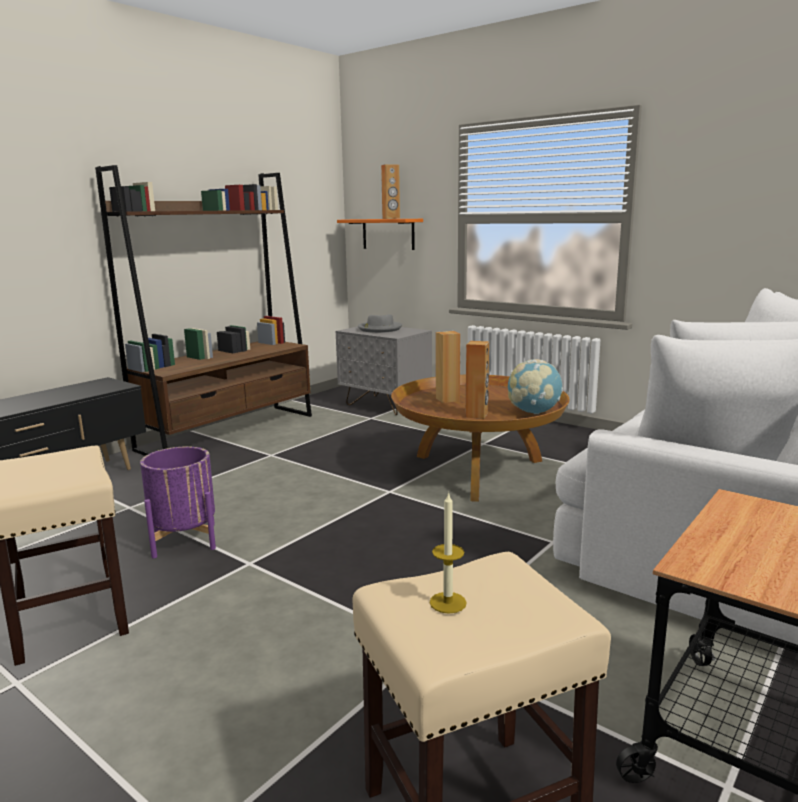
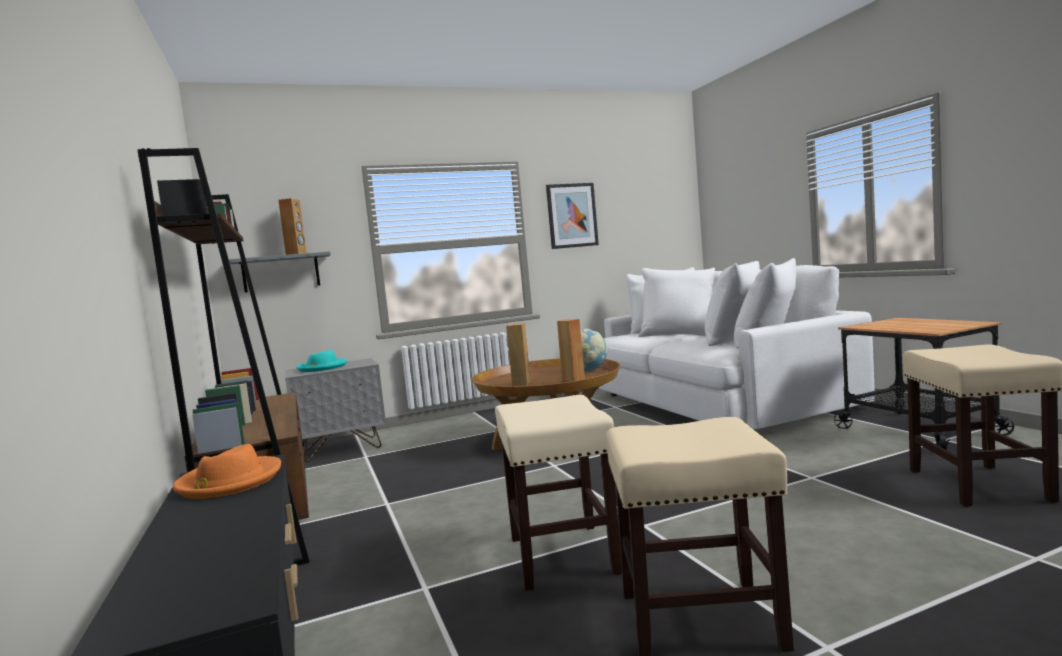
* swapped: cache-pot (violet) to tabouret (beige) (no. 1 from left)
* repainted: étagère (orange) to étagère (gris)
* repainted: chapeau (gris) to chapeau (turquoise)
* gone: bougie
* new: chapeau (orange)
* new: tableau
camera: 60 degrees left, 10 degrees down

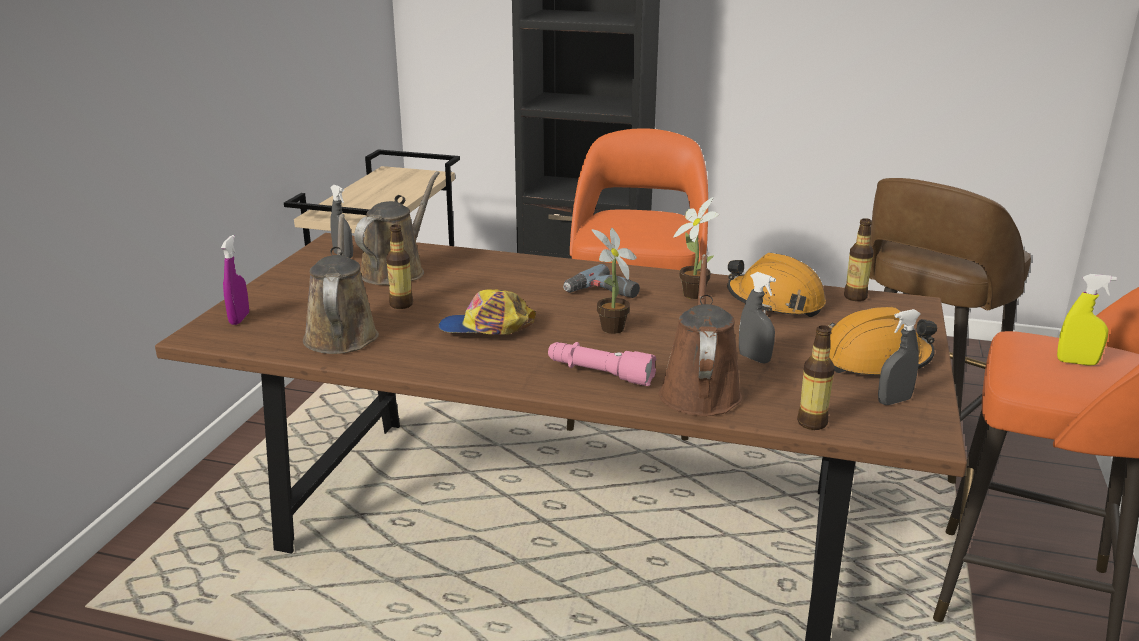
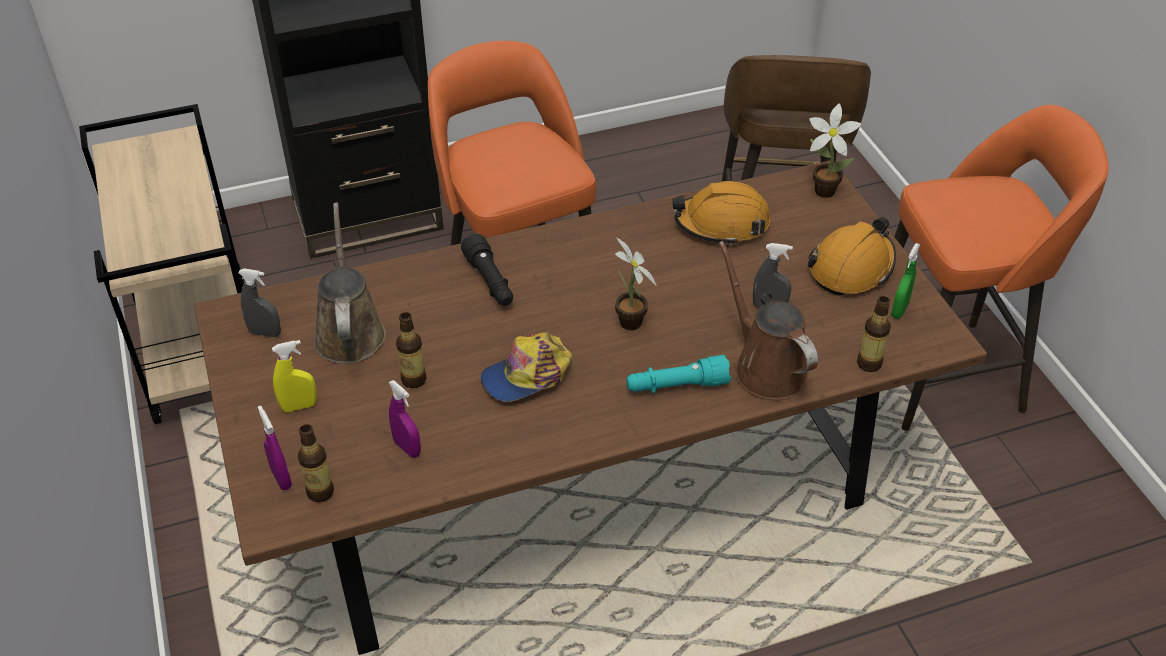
* swapped: arrosoir (marron) (no. 1 from left) to vaporisateur (violet) (no. 2 from left)
* repainted: lampe de poche (rose) to lampe de poche (turquoise)
* gone: perceuse
* shifted: plante en pot (no. 2 from left)
* shifted: bouteille (no. 3 from left in the first image) to bouteille (no. 1 from left)
* repainted: vaporisateur (gris) (no. 3 from left) to vaporisateur (vert)
* shifted: vaporisateur (jaune)
* new: lampe de poche (noir)
camera: 35 degrees left, 20 degrees up

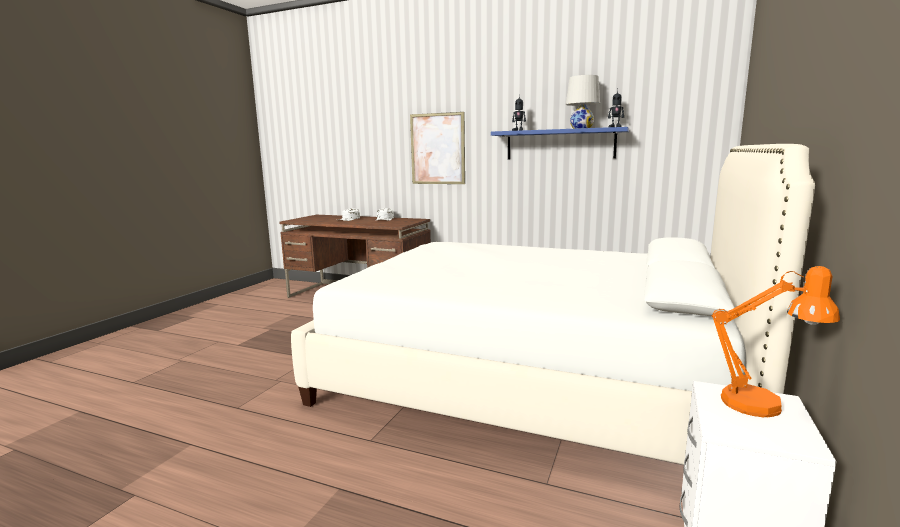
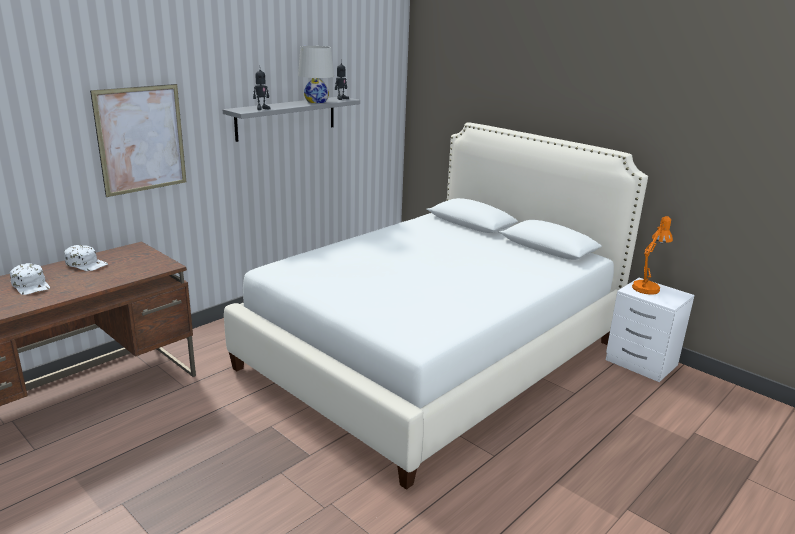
* repainted: étagère (bleu) to étagère (gris)
camera: 70 degrees left, 10 degrees up

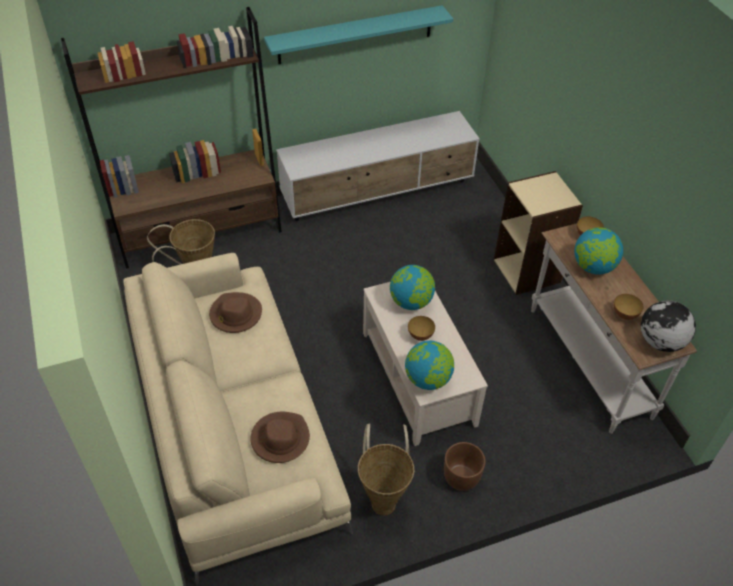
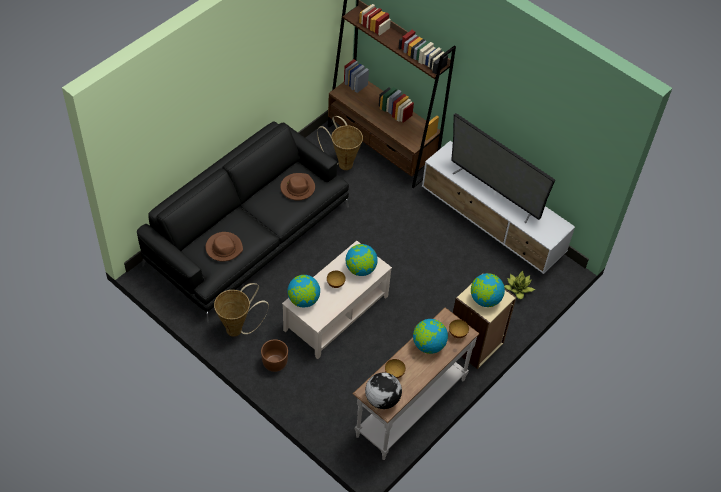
* repainted: canapé (beige) to canapé (noir)
* gone: étagère (turquoise)
* new: téléviseur
* new: globe (no. 5 from left)
* new: plante en pot
camera: 60 degrees right, 5 degrees up

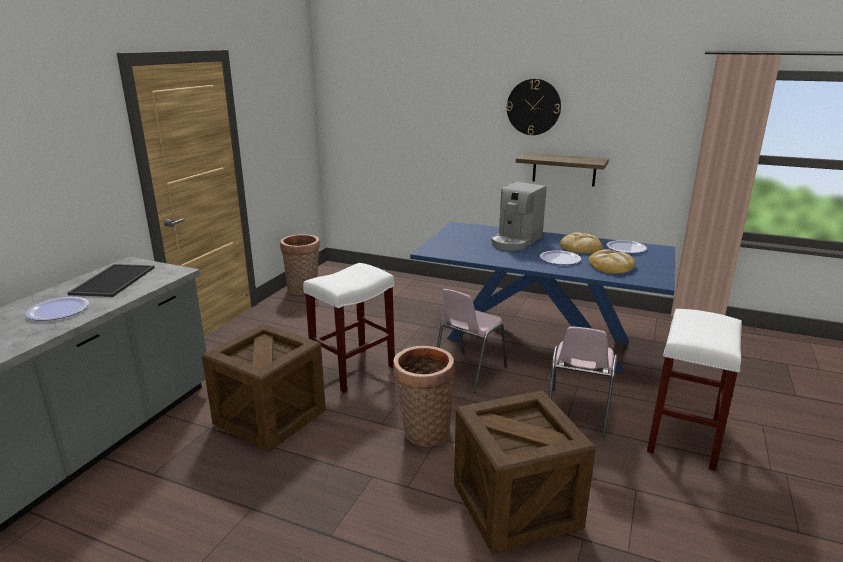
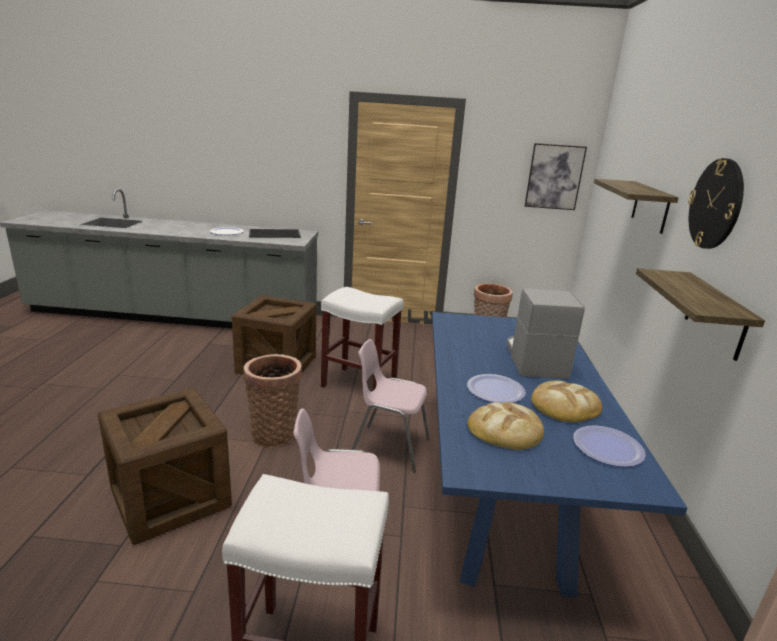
* rotated: machine à café 75 degrees clockwise
* new: tableau
* new: étagère (no. 1 from left)
camera: 70 degrees right, 0 degrees up

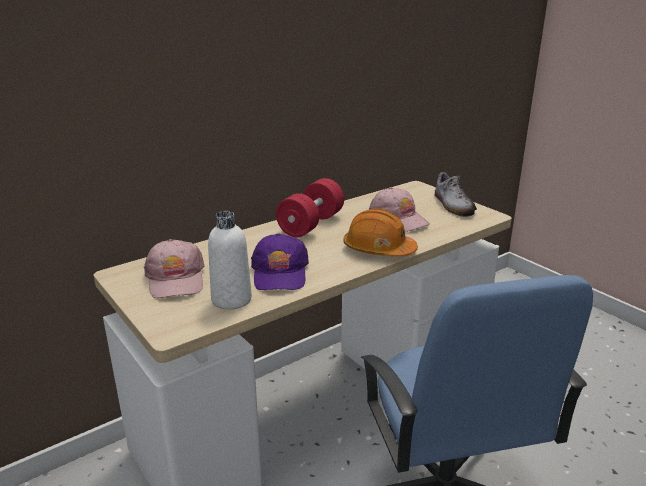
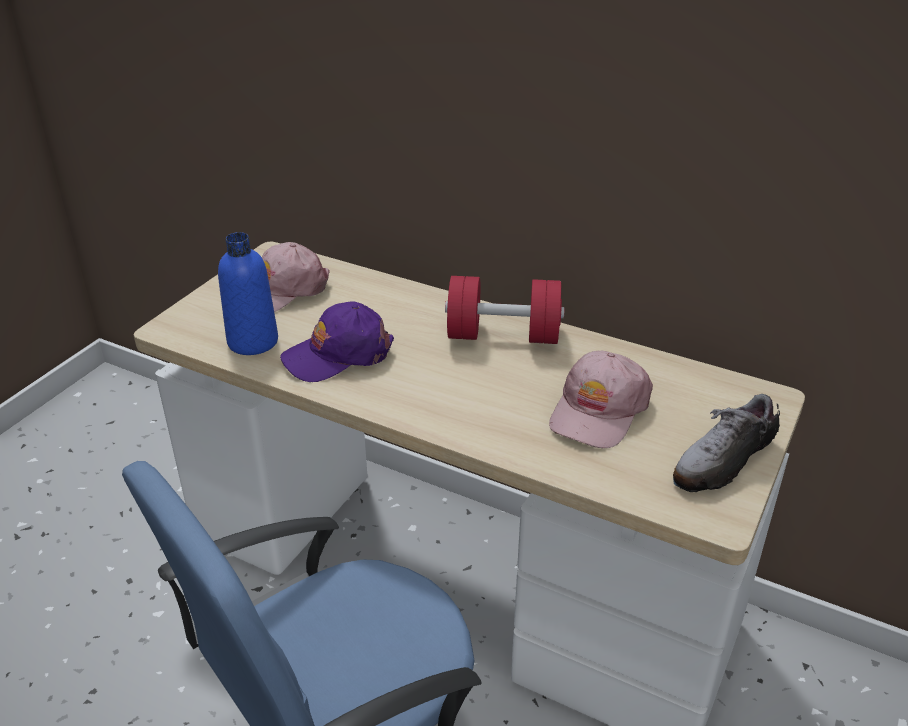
* repainted: bouteille (blanc) to bouteille (bleu)
* gone: casque de chantier (orange)
camera: 65 degrees right, 10 degrees up

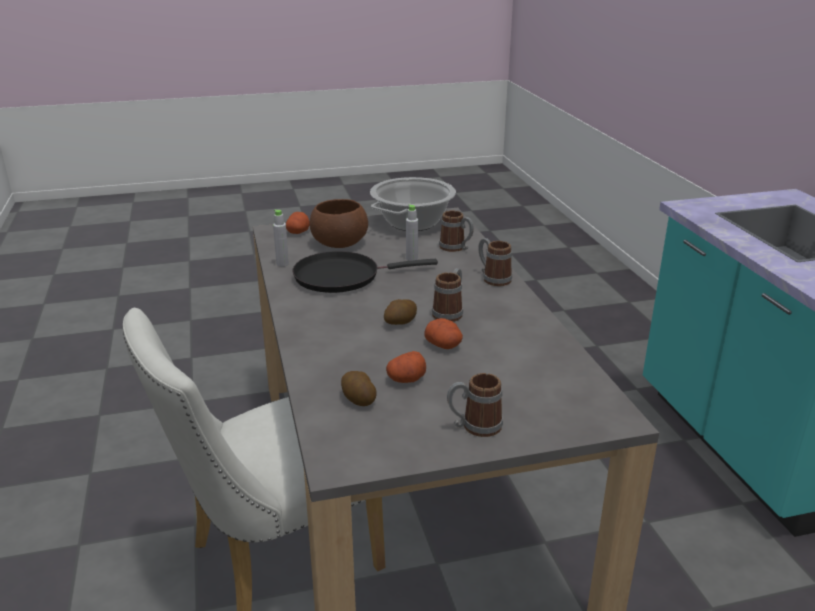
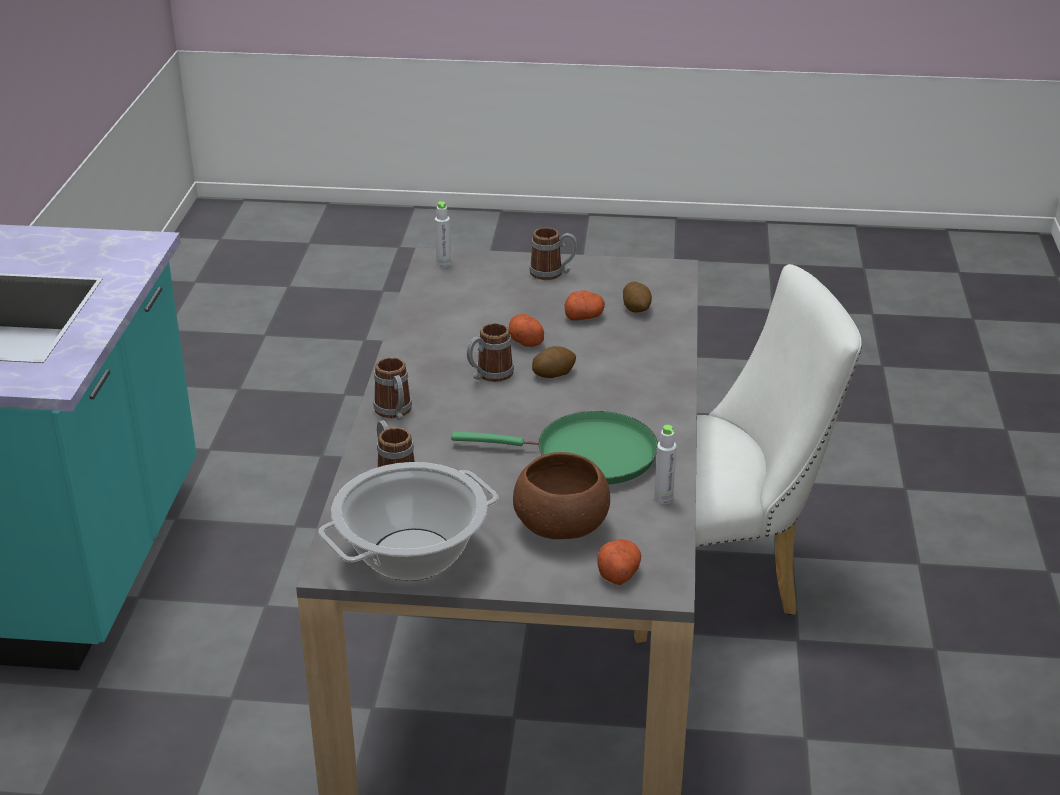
* repainted: poêle (noir) to poêle (vert)
* shifted: bouteille (gris) (no. 2 from left in the first image) to bouteille (gris) (no. 1 from left)
camera: 160 degrees left, 5 degrees up

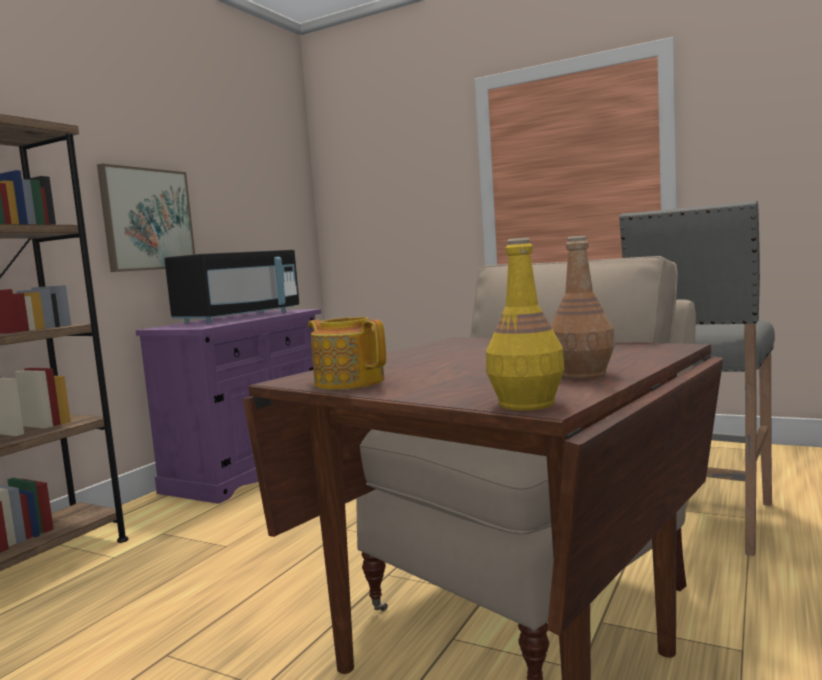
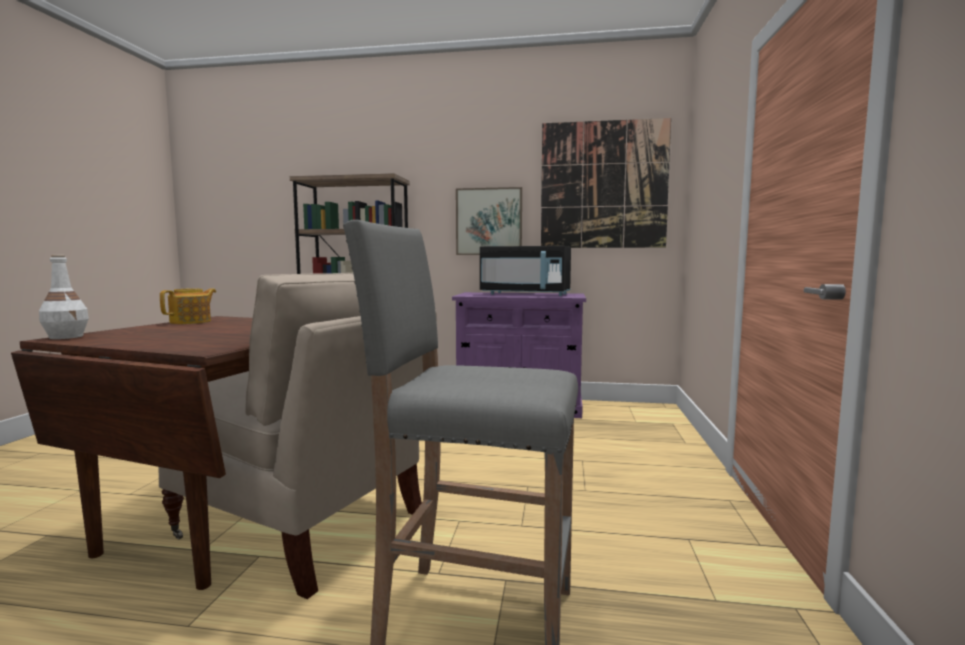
* repainted: bouteille (jaune) to bouteille (blanc)
* gone: bouteille (marron)
* new: tableau (no. 2 from left)
camera: 70 degrees right, 0 degrees up

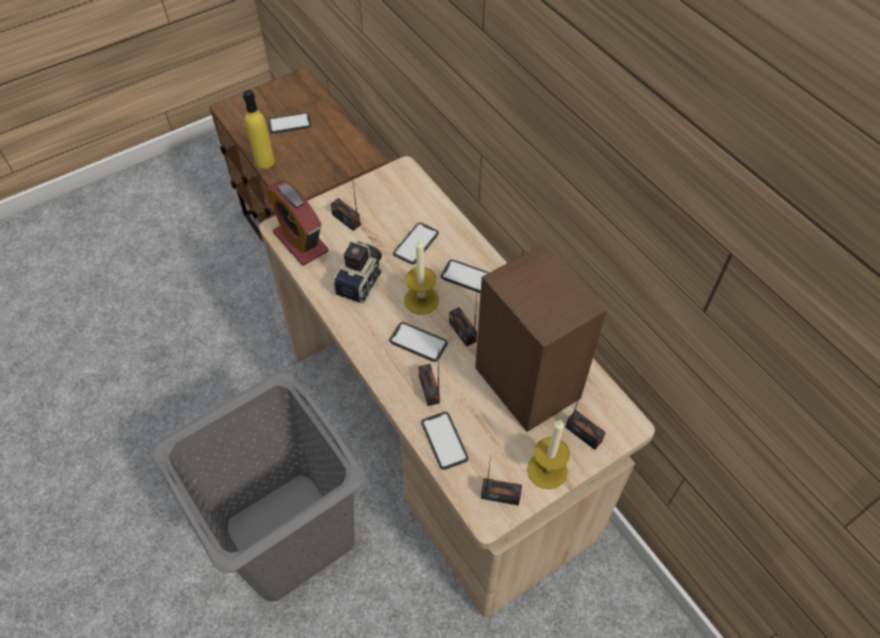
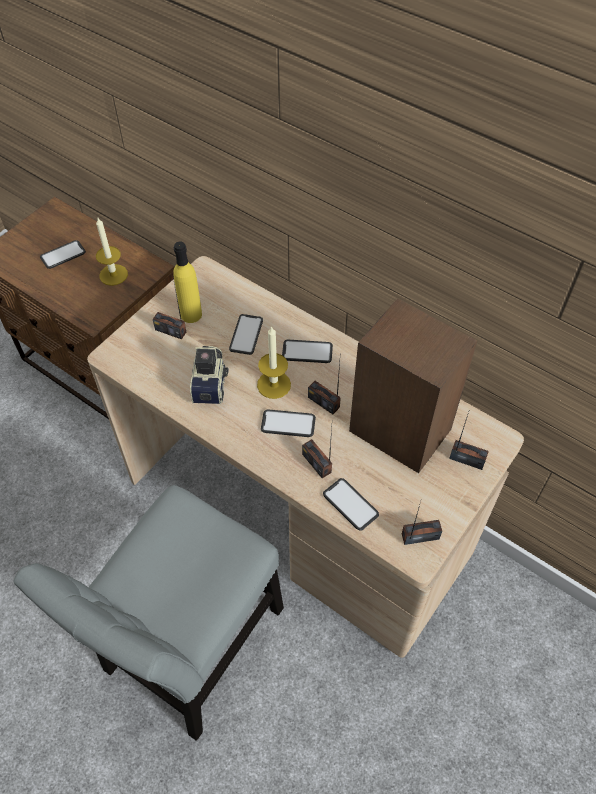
* swapped: panier à linge (gris) to chaise (gris)
* shifted: bouteille (jaune)
* gone: réveil
* shifted: bougie (no. 2 from left in the first image) to bougie (no. 1 from left)
camera: 20 degrees left, 0 degrees up

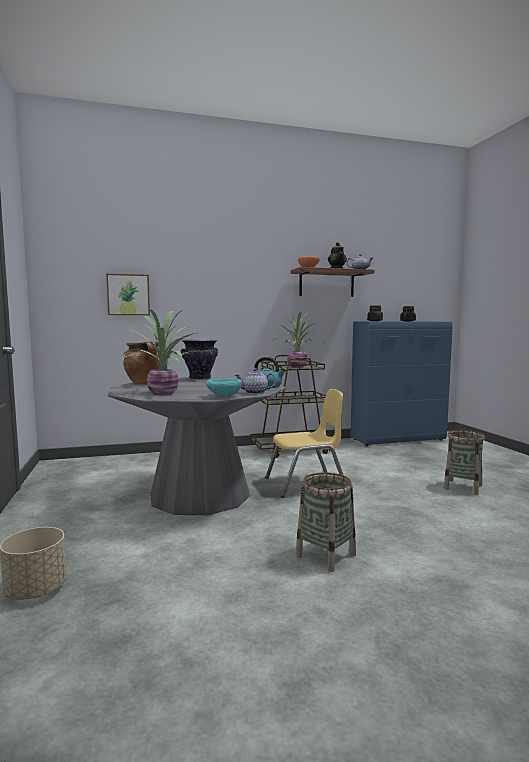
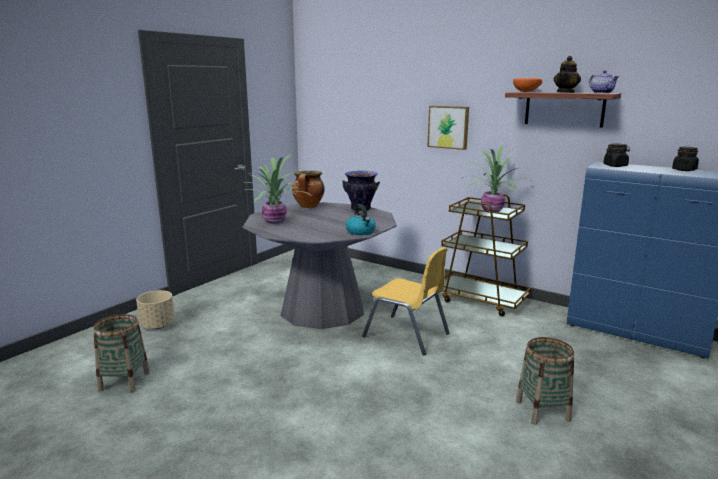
* shifted: tableau
* gone: bol (turquoise)
* gone: théière (no. 1 from left)
* shifted: panier (no. 1 from left)
camera: 50 degrees right, 10 degrees up

